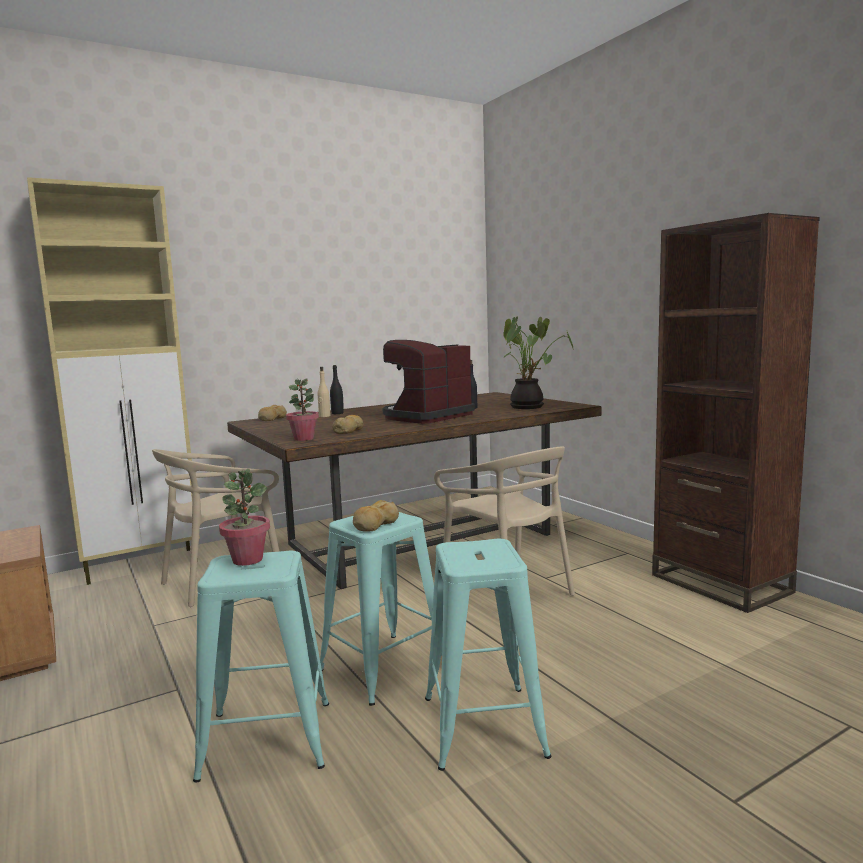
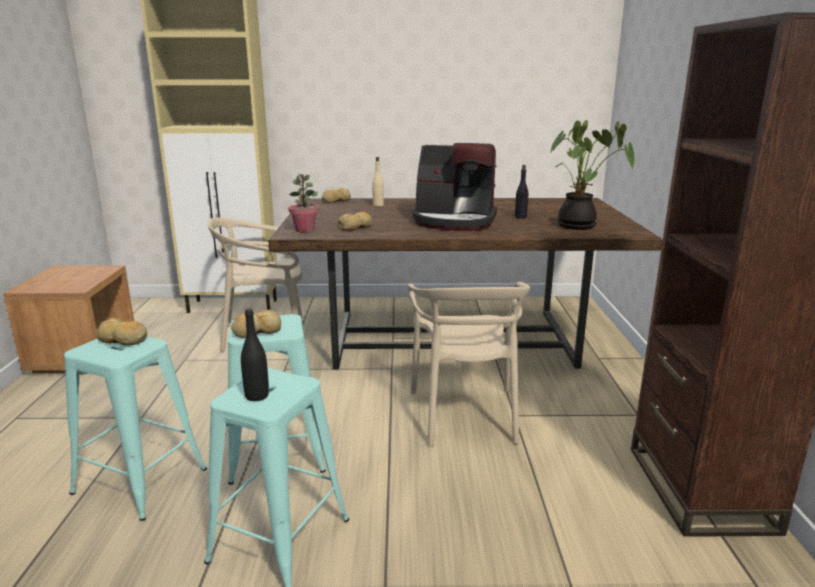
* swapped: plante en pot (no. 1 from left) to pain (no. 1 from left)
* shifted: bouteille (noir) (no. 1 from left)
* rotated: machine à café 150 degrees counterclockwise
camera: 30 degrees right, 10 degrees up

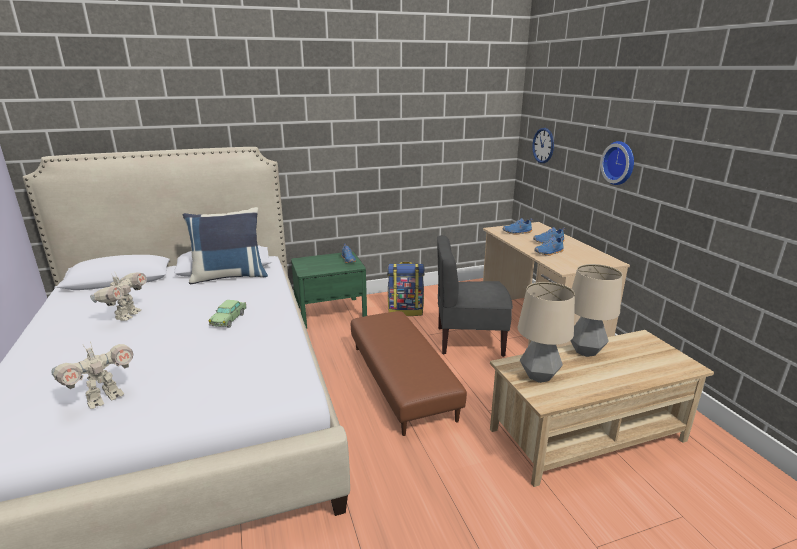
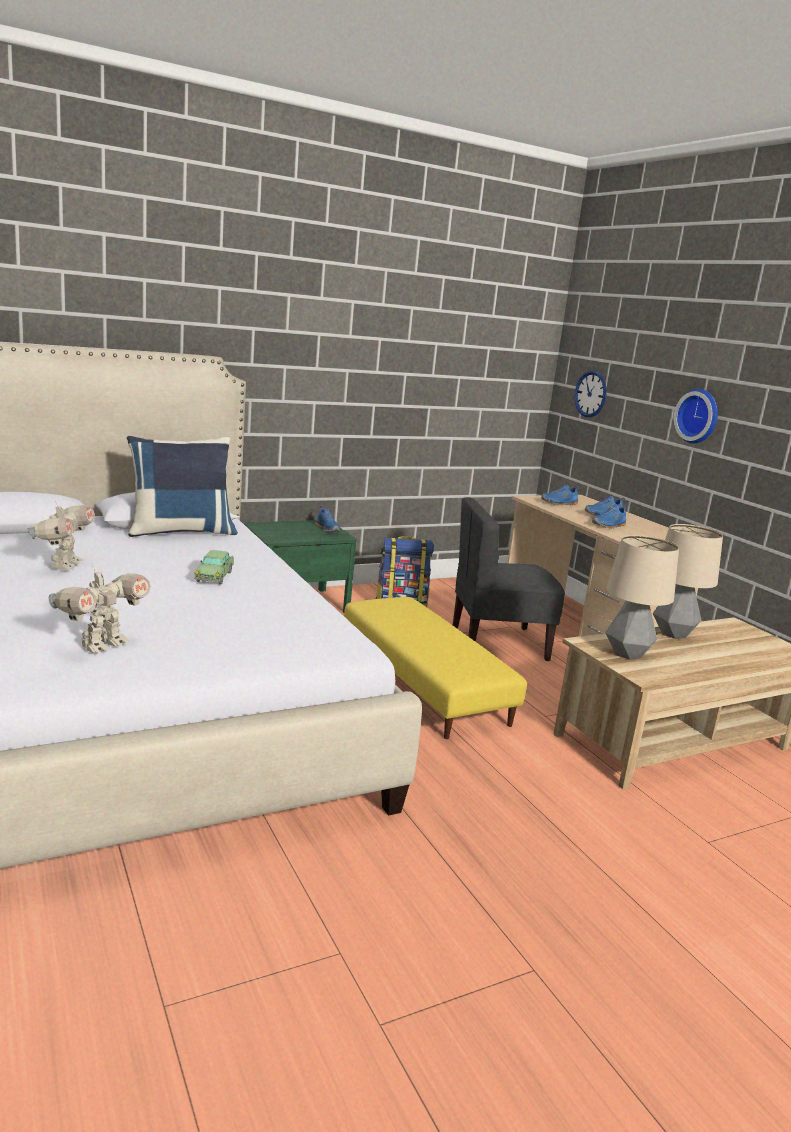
* repainted: pouf (marron) to pouf (jaune)
camera: 10 degrees left, 5 degrees down

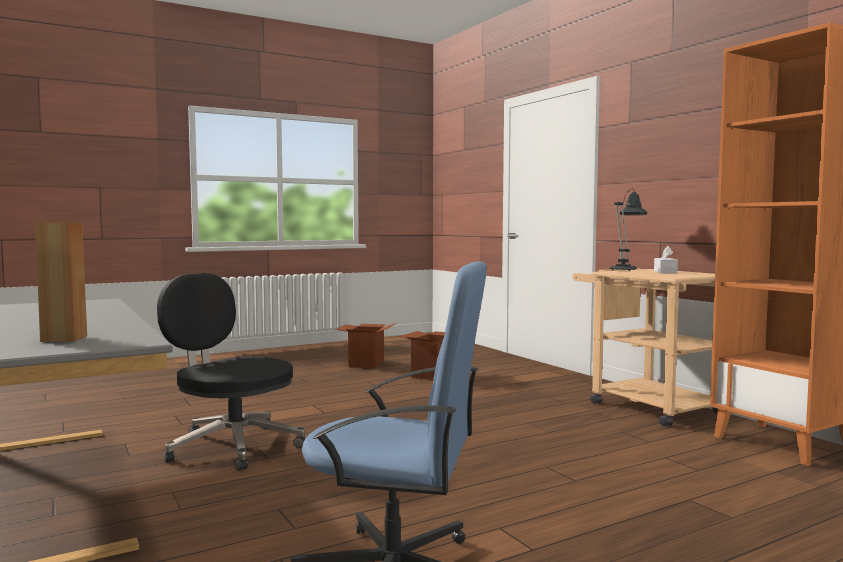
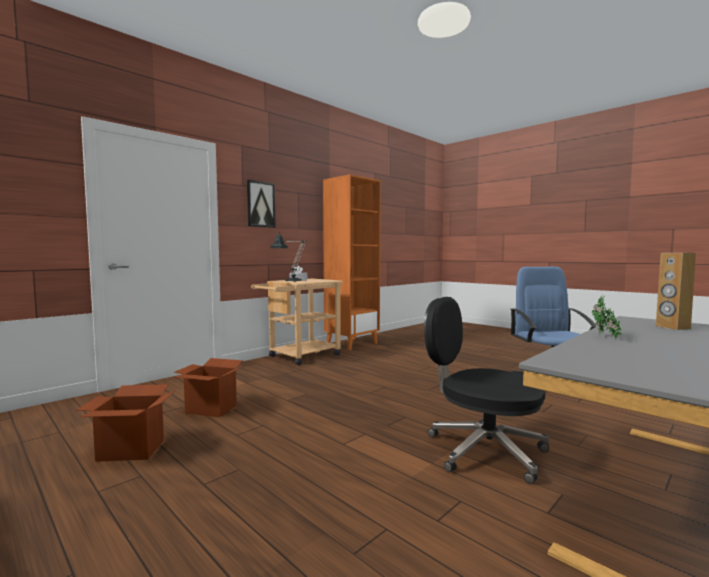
* rotated: chaise de bureau (noir) 105 degrees clockwise
* new: tableau
* new: plante en pot
camera: 105 degrees left, 0 degrees up

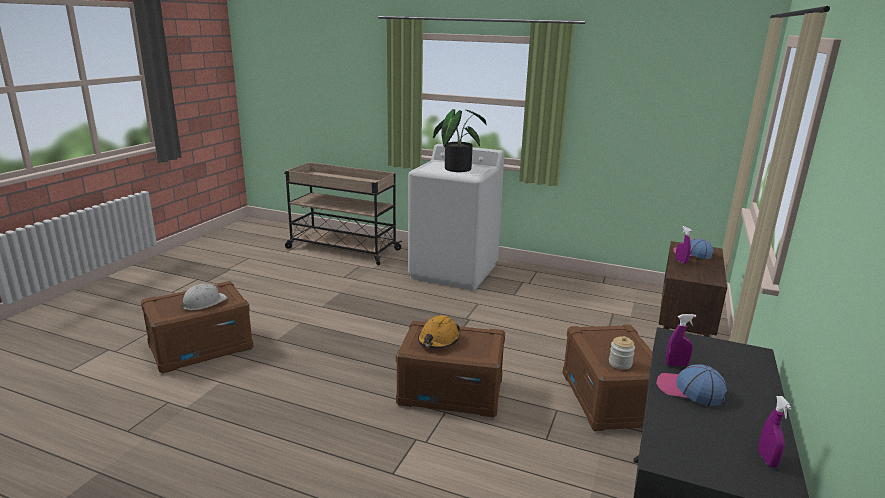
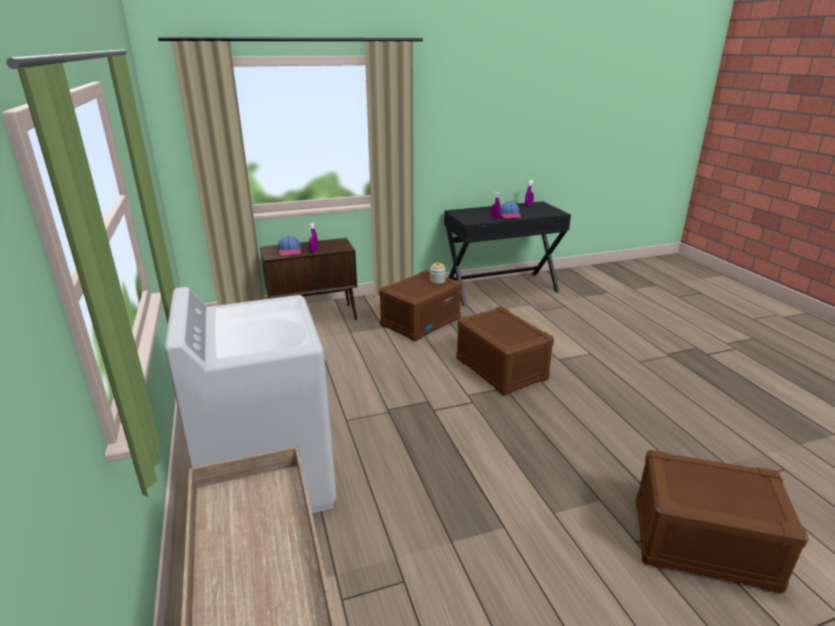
* gone: casque de chantier (blanc)
* gone: casque de chantier (orange)
* gone: plante en pot
camera: 130 degrees left, 5 degrees up

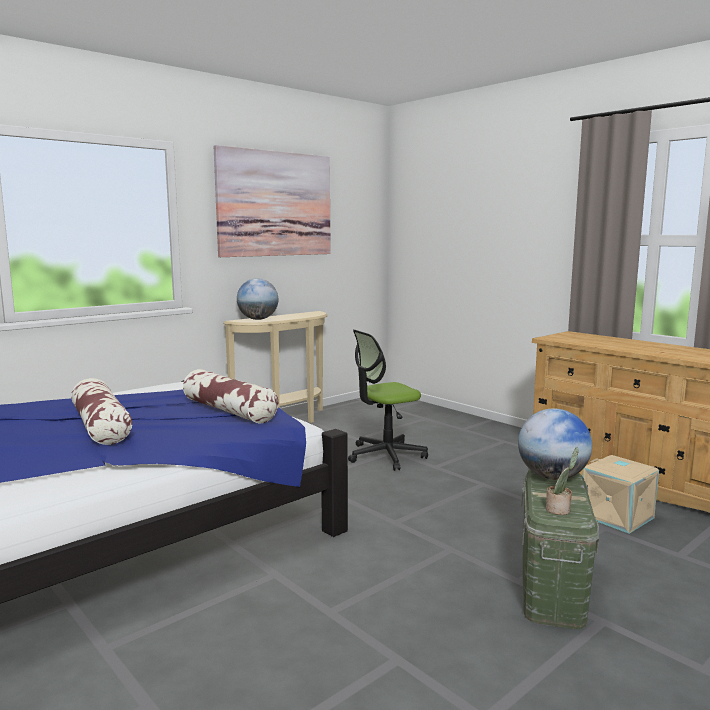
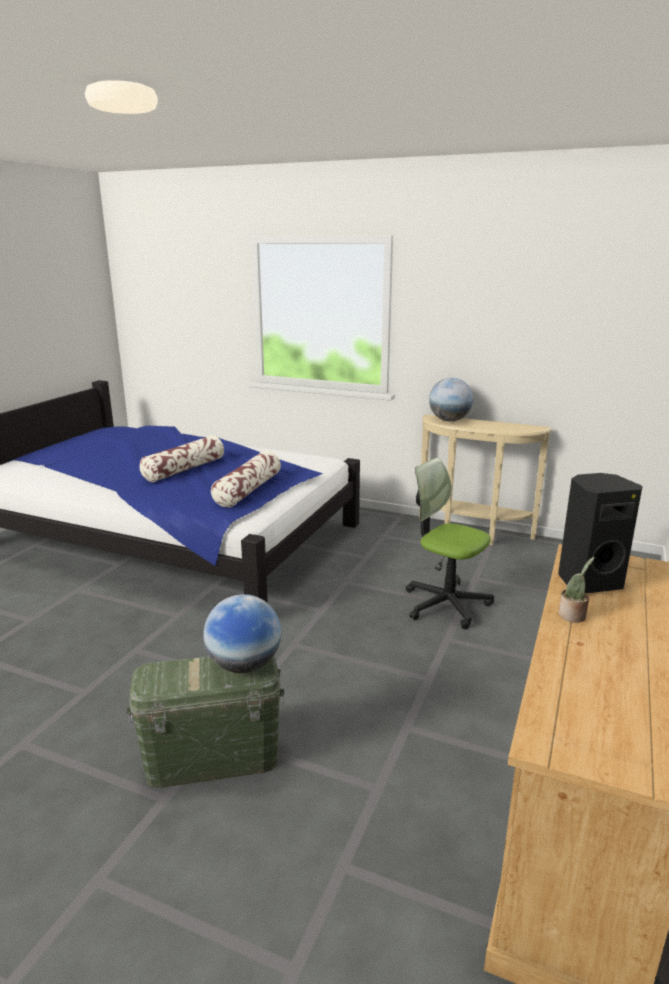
* gone: tableau
* shifted: plante en pot
* gone: boîte de rangement (beige)
* new: enceinte (noir)
camera: 65 degrees right, 10 degrees up

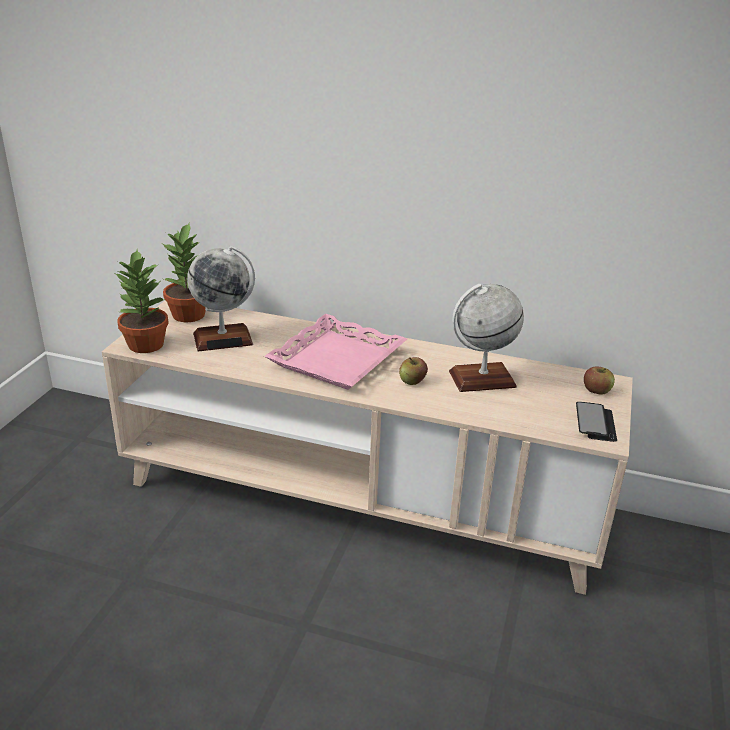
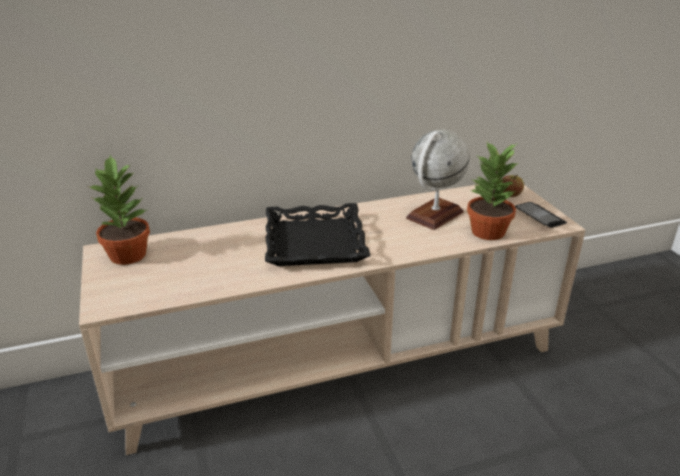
* shifted: plante en pot (no. 1 from left in the first image) to plante en pot (no. 2 from left)
* gone: globe (no. 1 from left)
* repainted: plateau (rose) to plateau (noir)
* gone: pomme (no. 1 from left)
camera: 35 degrees left, 0 degrees up

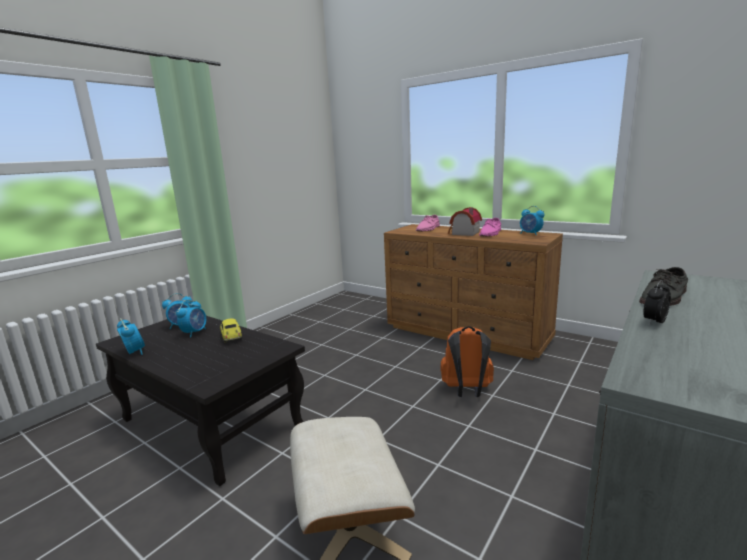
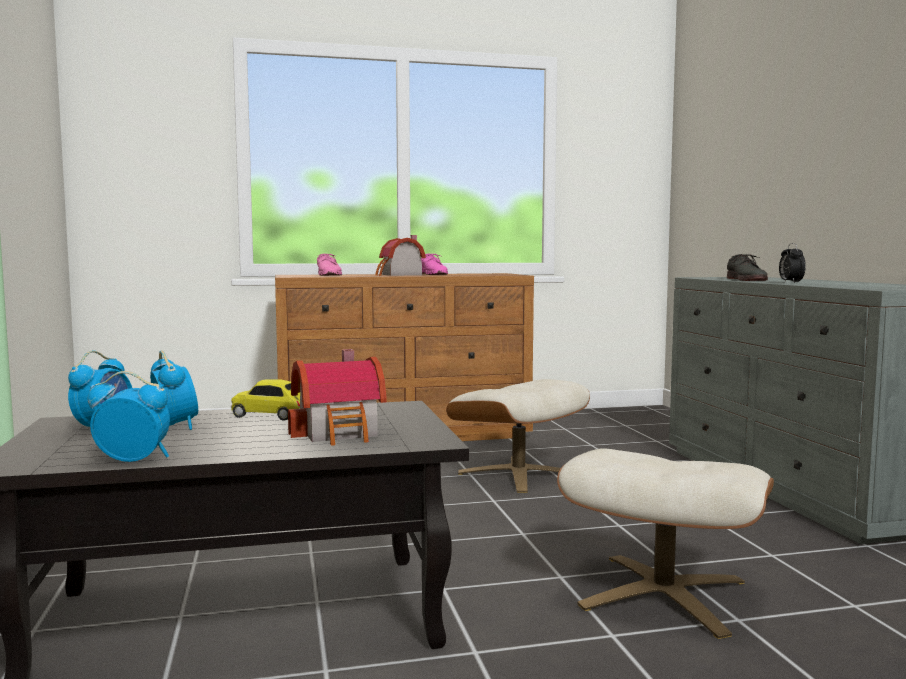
* swapped: sac à dos (orange) to pouf (beige) (no. 1 from left)
* gone: réveil (no. 4 from left)
* new: maison miniature (no. 1 from left)
camera: 50 degrees left, 10 degrees down

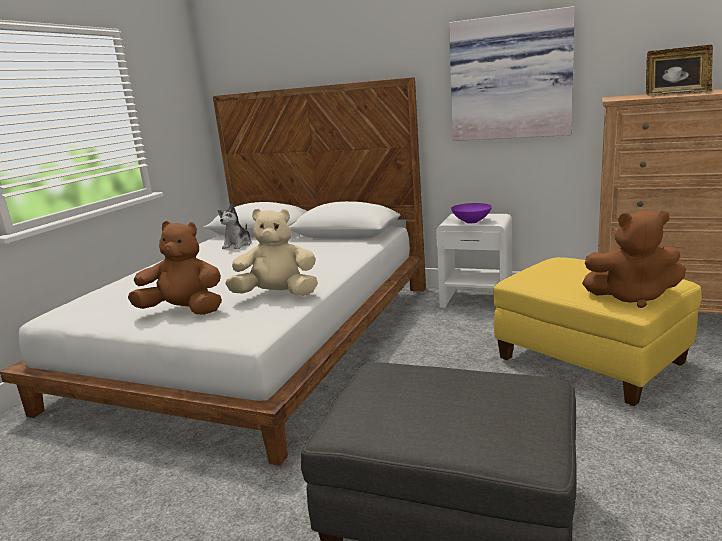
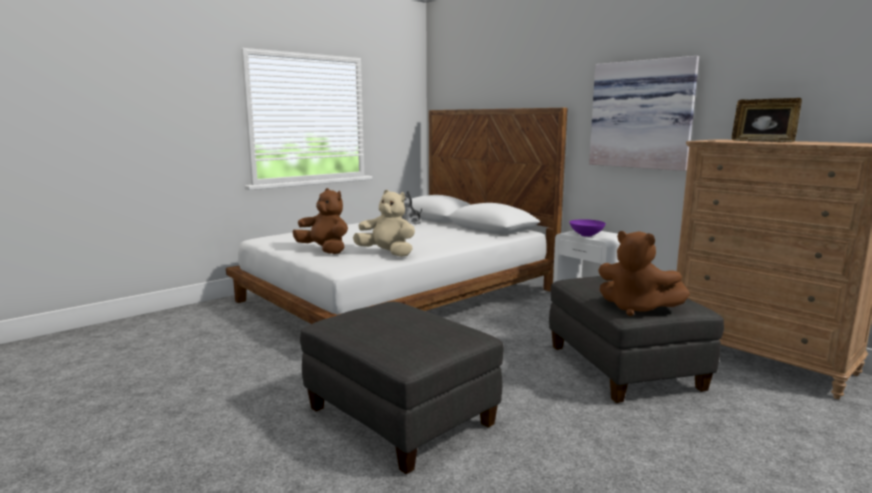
* repainted: pouf (jaune) to pouf (gris) (no. 2 from left)
camera: 25 degrees right, 5 degrees down

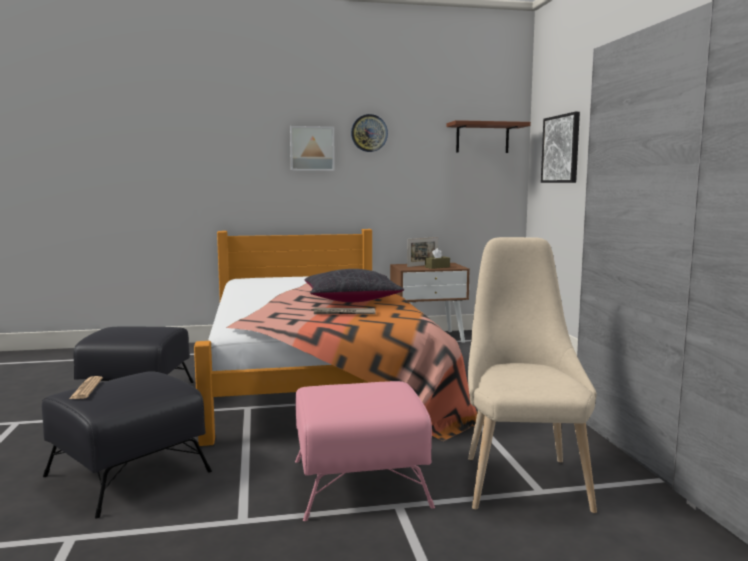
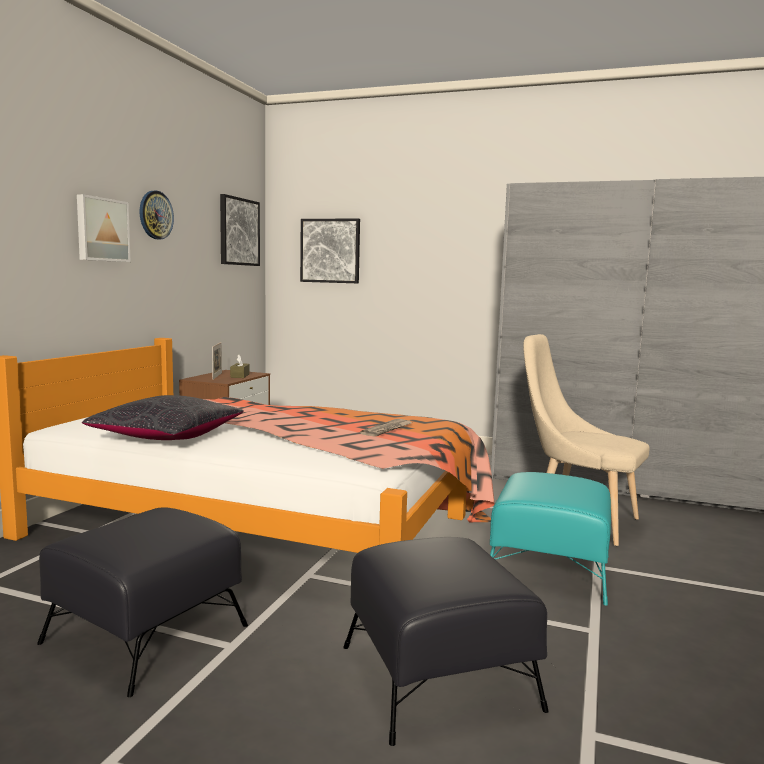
* gone: journal (no. 1 from left)
* repainted: pouf (rose) to pouf (turquoise)
* shifted: coussin (noir)
* swapped: étagère (marron) to tableau (no. 2 from left)
camera: 60 degrees left, 0 degrees up

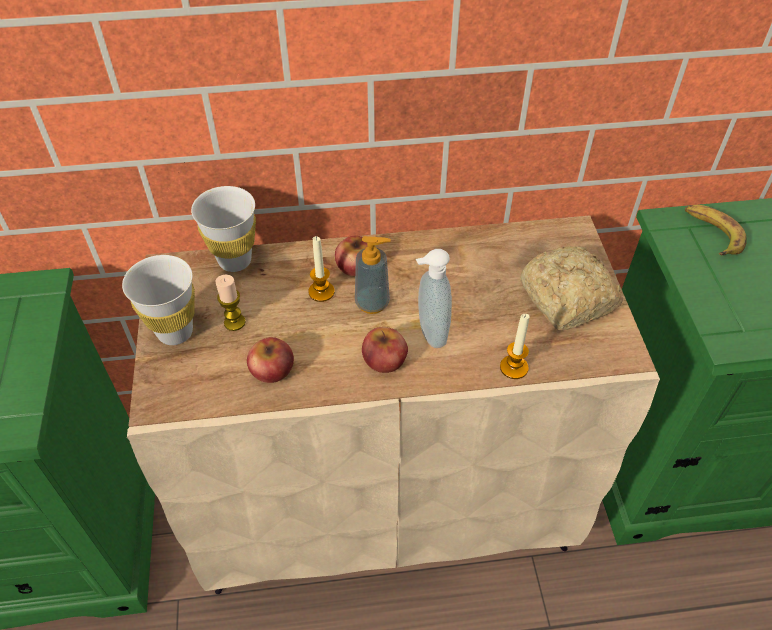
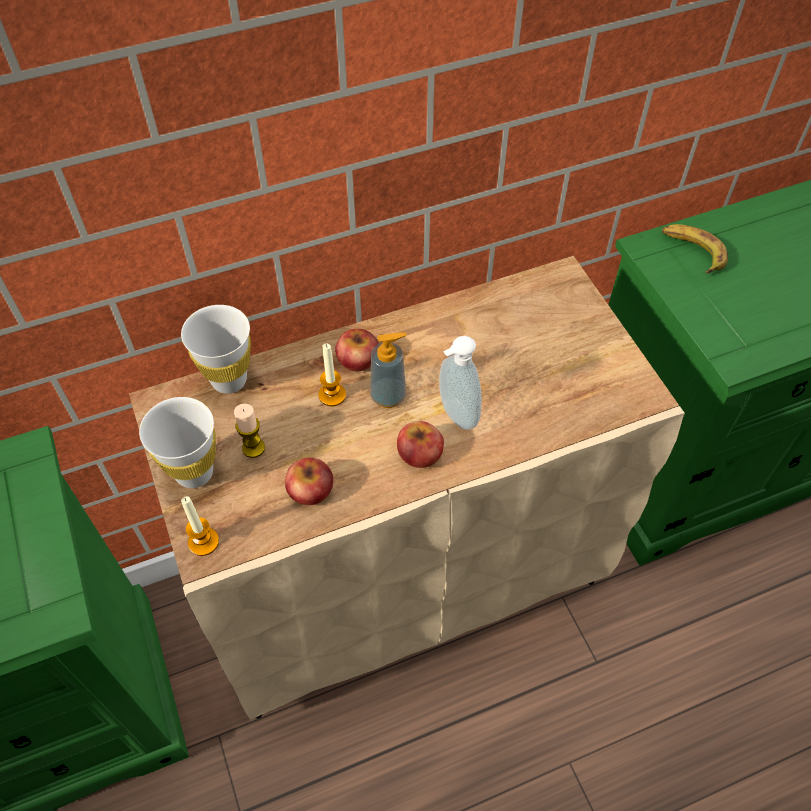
* shifted: bougie (no. 3 from left in the first image) to bougie (no. 1 from left)
* gone: pain
camera: 15 degrees left, 5 degrees up

